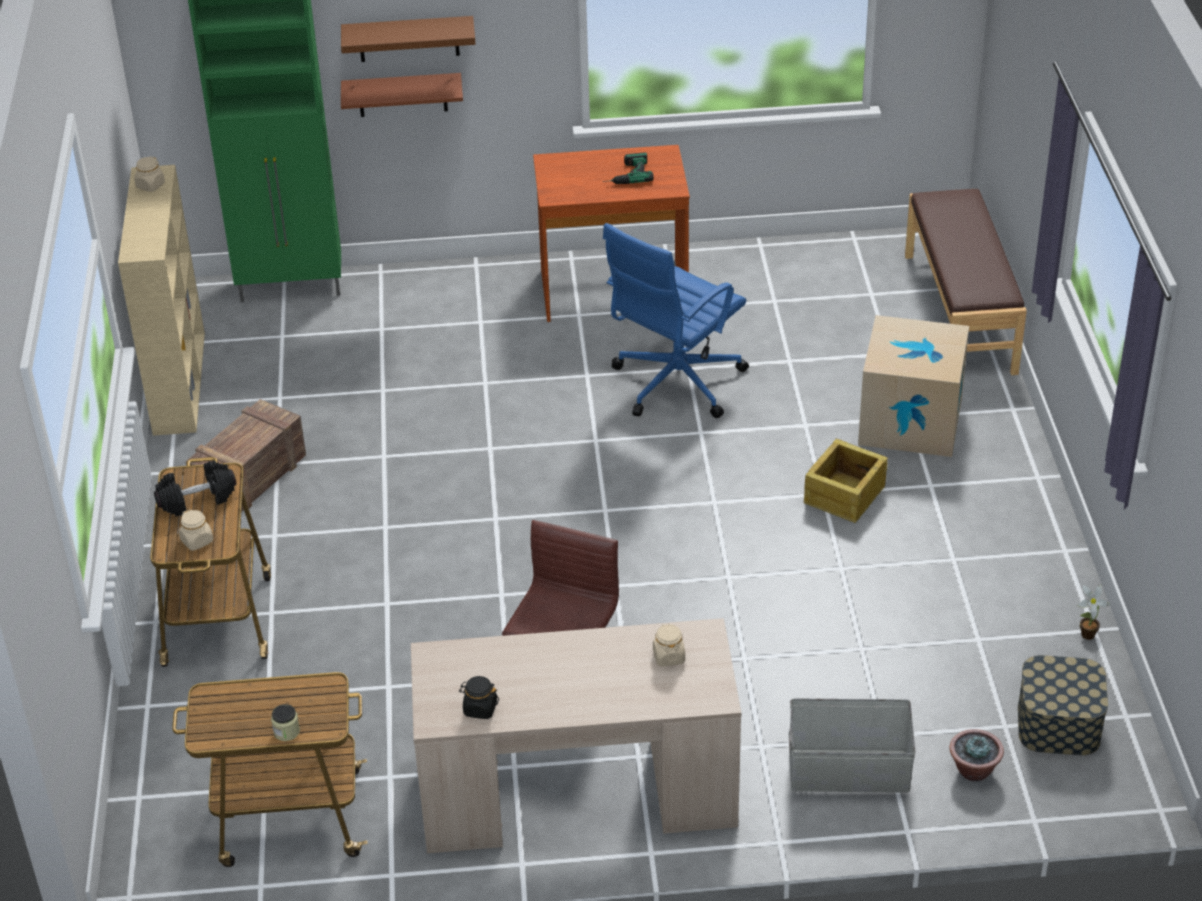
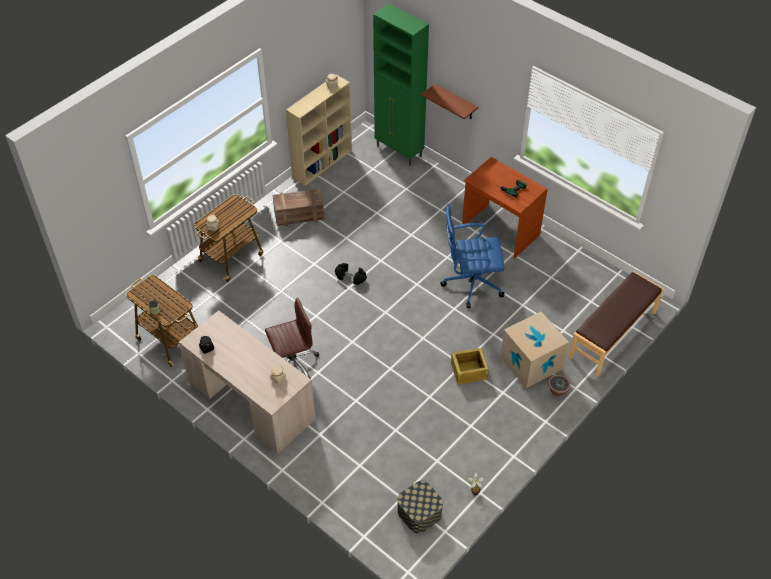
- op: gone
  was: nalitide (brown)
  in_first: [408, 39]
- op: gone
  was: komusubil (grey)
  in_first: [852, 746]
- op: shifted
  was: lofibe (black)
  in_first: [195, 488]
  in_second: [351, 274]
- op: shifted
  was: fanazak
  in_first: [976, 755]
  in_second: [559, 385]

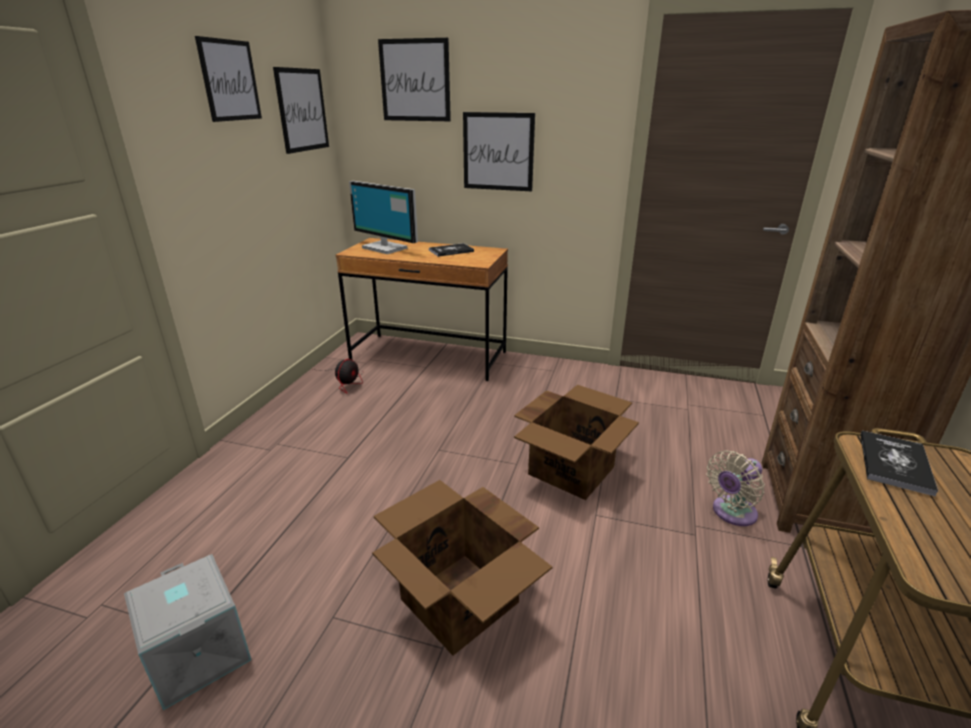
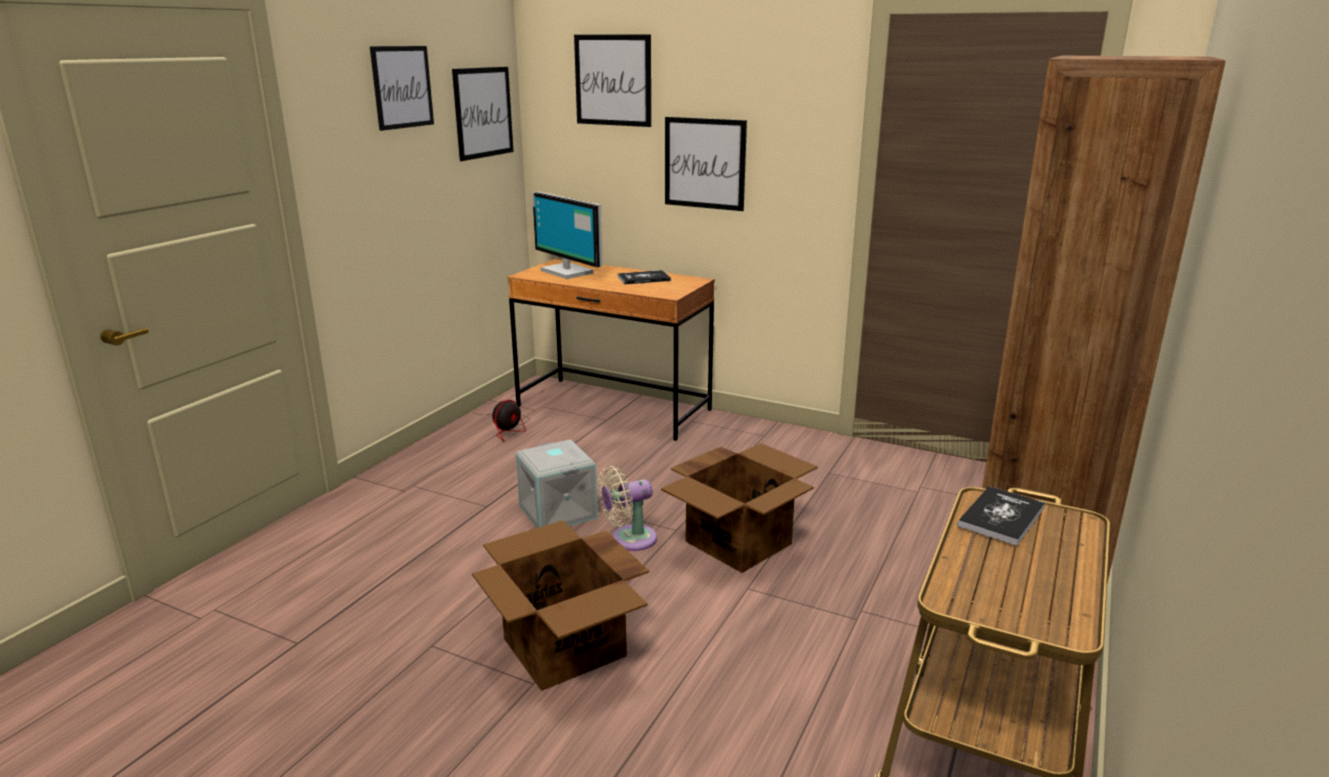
- op: shifted
  was: komusubil (grey)
  in_first: [187, 632]
  in_second: [557, 483]
- op: shifted
  was: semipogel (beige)
  in_first: [735, 488]
  in_second: [627, 508]

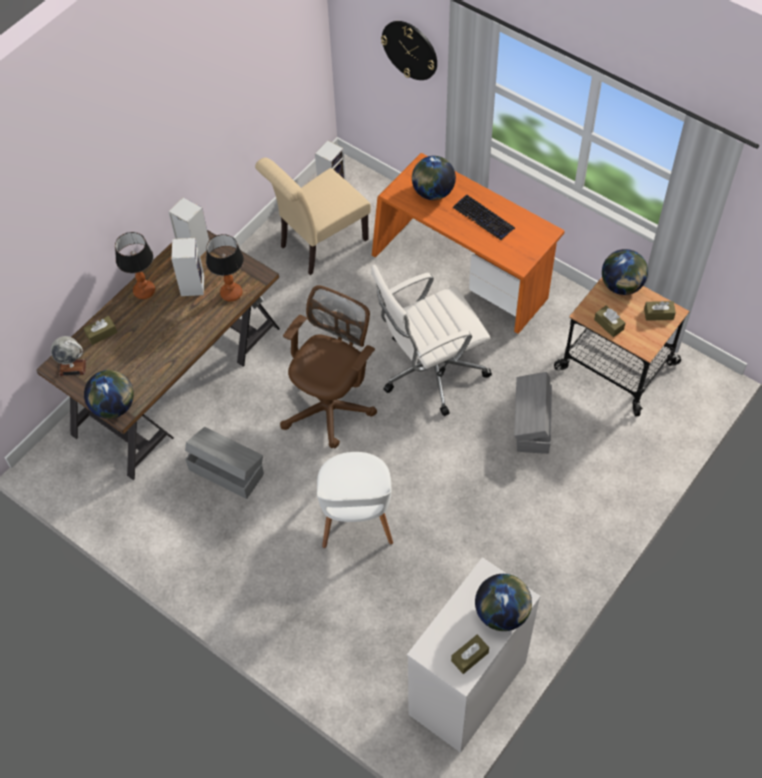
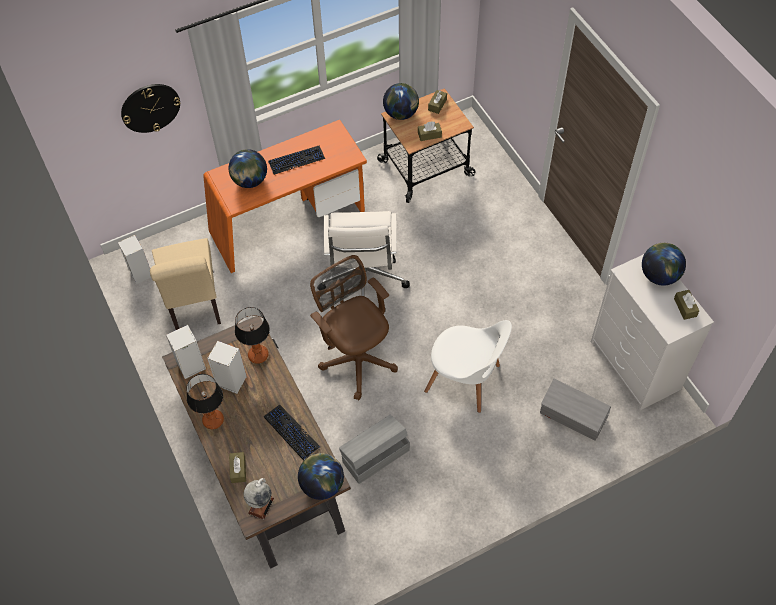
- op: new
  now: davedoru
  in_second: [292, 433]
- op: shifted
  was: komusubil (grey)
  in_first: [533, 413]
  in_second: [575, 409]

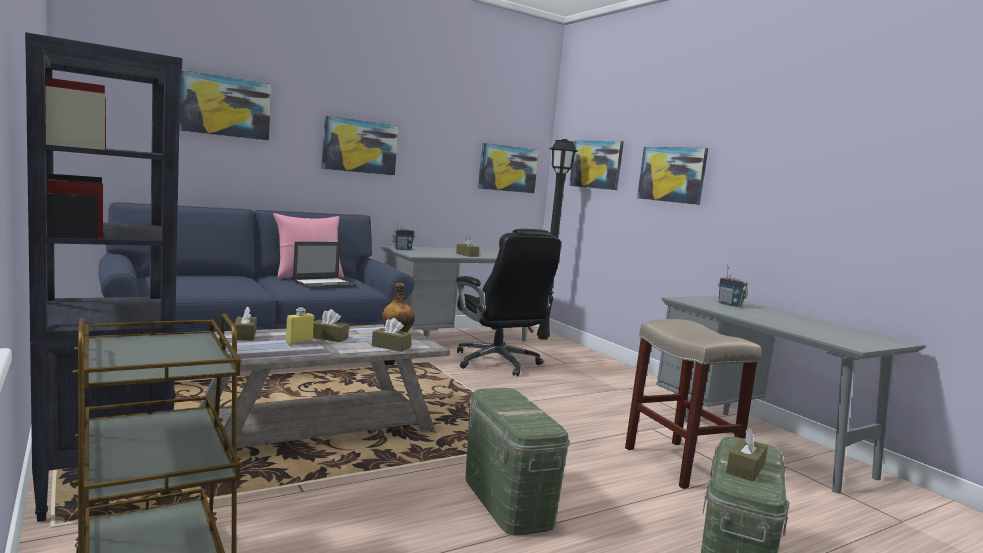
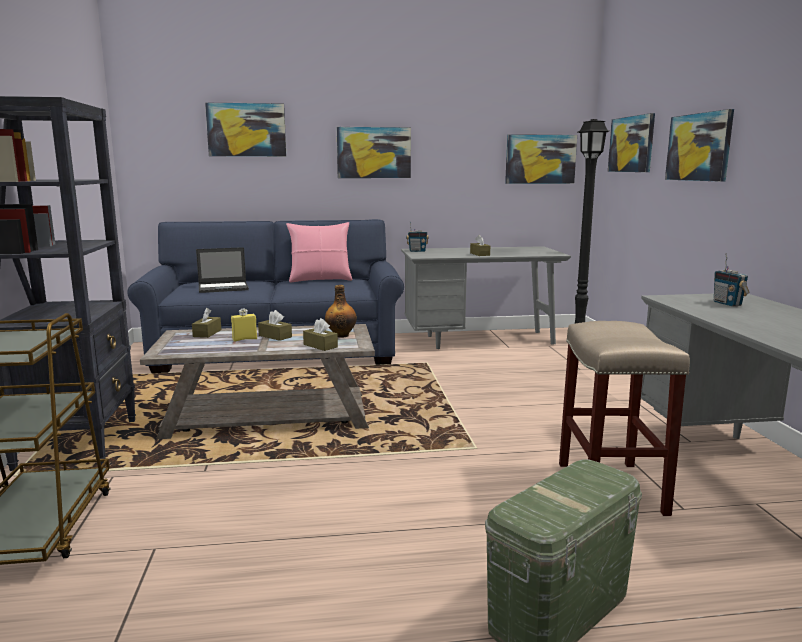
- op: gone
  was: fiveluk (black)
  in_first: [508, 303]
- op: gone
  was: komusubil (green)
  in_first: [517, 461]
- op: gone
  was: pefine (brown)
  in_first: [747, 454]
- op: shifted
  was: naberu
  in_first: [324, 265]
  in_second: [222, 270]

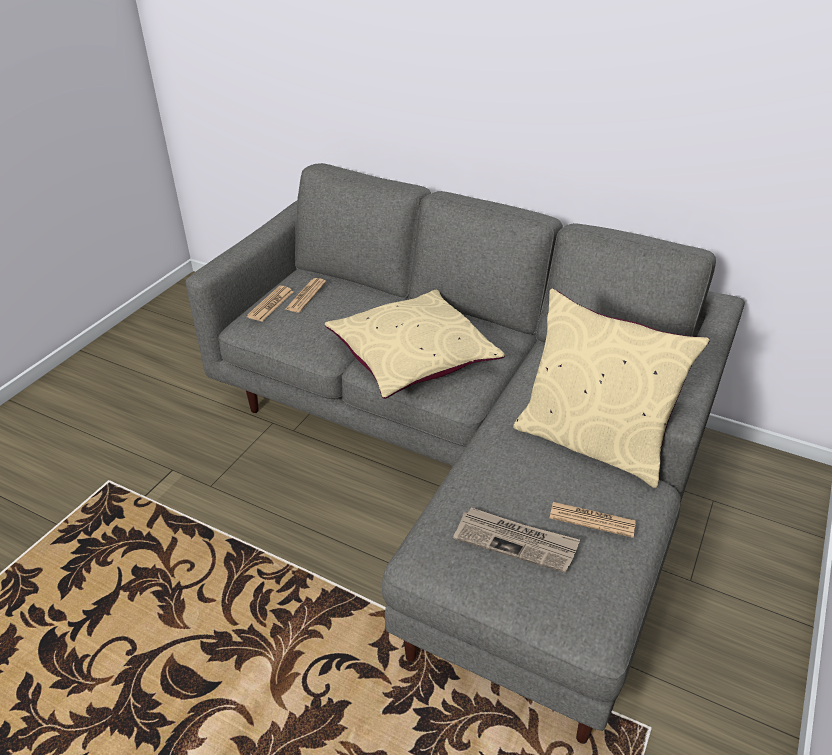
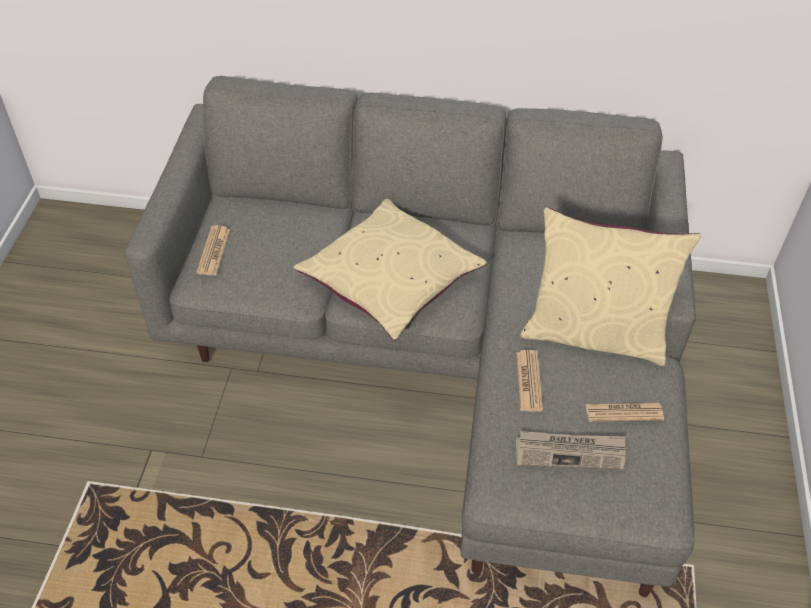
- op: shifted
  was: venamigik
  in_first: [305, 295]
  in_second: [529, 381]

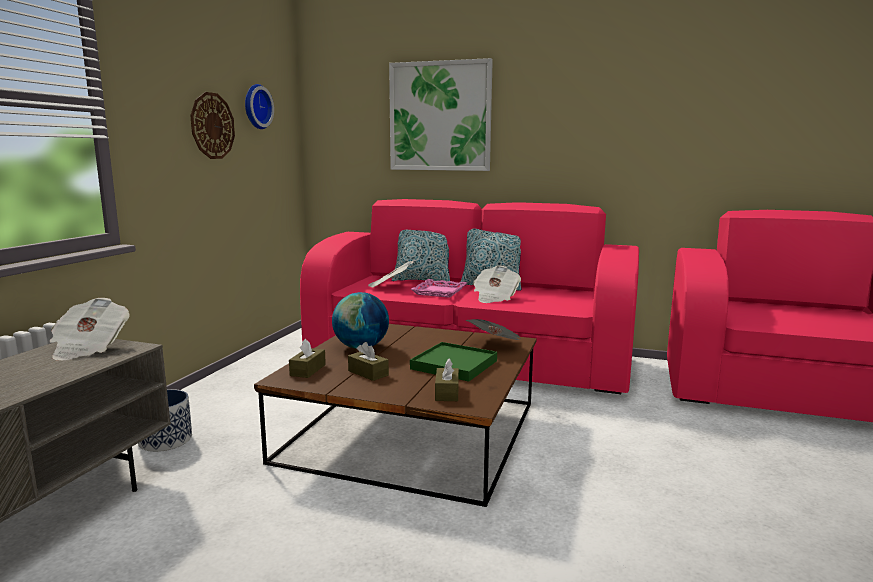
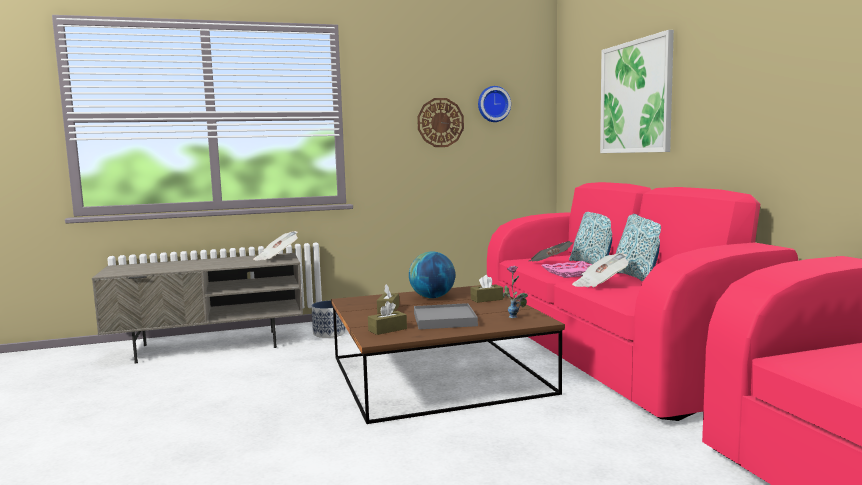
- op: shifted
  was: pefine (brown)
  in_first: [307, 358]
  in_second: [487, 289]
- op: swapped
  was: venamigik
  now: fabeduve
  in_first: [494, 329]
  in_second: [515, 292]
- op: repainted
  was: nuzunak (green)
  now: nuzunak (grey)
  in_first: [453, 362]
  in_second: [446, 316]

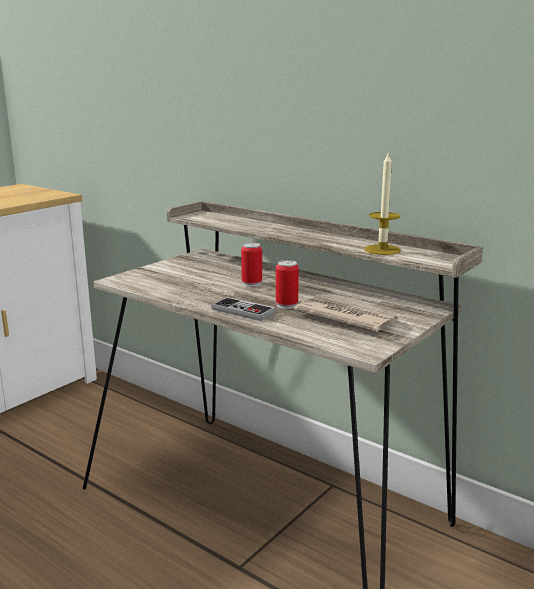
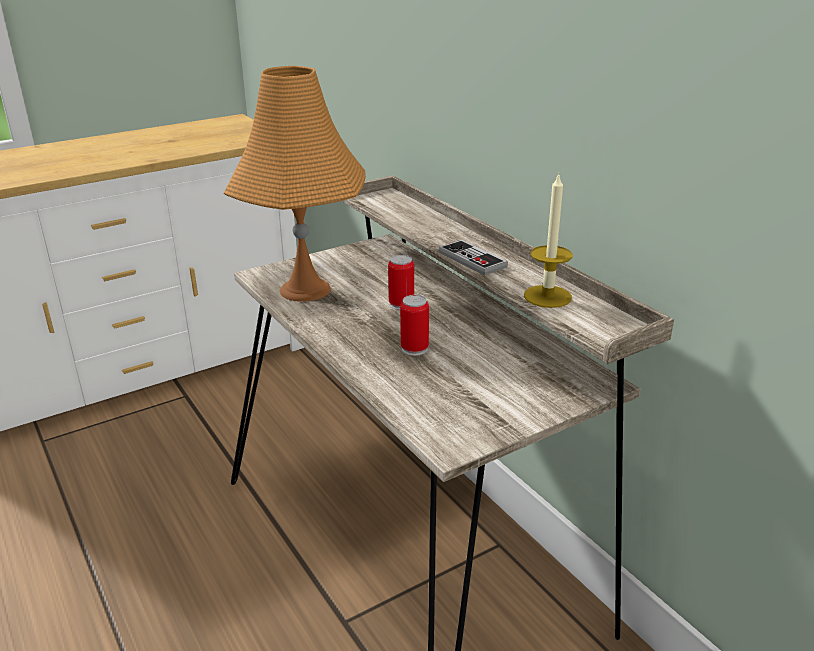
- op: gone
  was: venamigik
  in_first: [346, 314]
- op: new
  now: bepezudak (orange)
  in_second: [295, 184]
- op: shifted
  was: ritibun
  in_first: [243, 309]
  in_second: [473, 258]

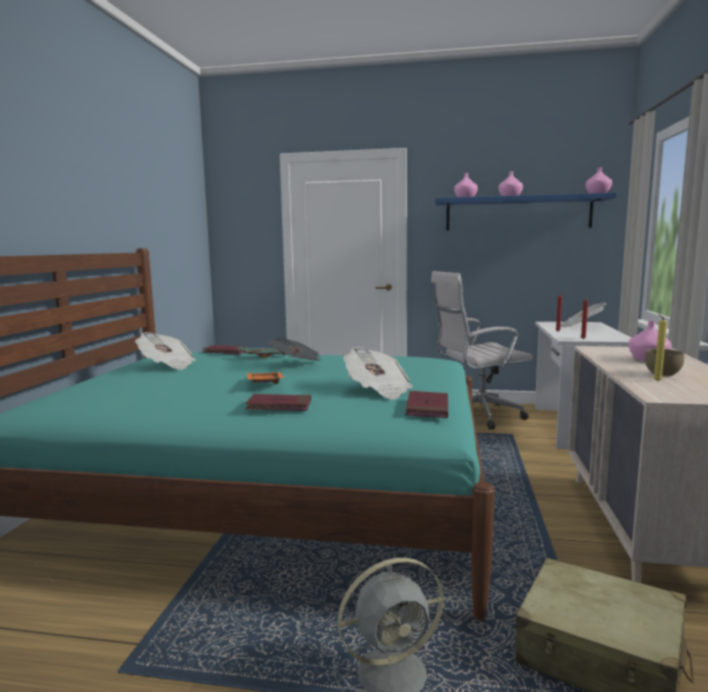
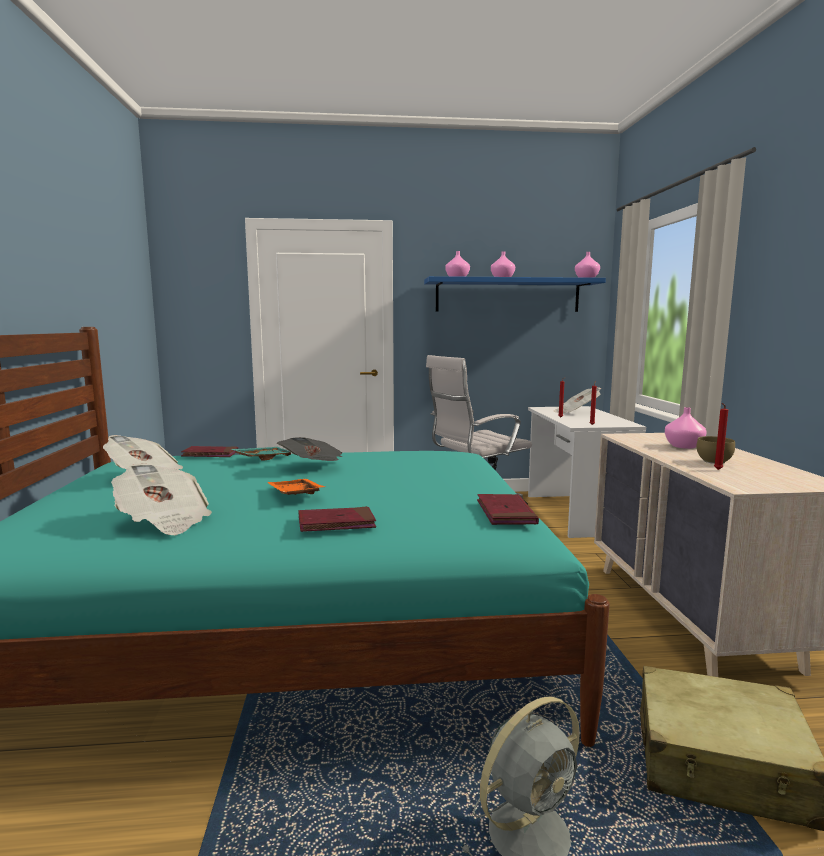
- op: shifted
  was: venamigik
  in_first: [378, 373]
  in_second: [161, 499]
- op: repainted
  was: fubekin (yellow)
  now: fubekin (red)
  in_first: [660, 347]
  in_second: [721, 436]

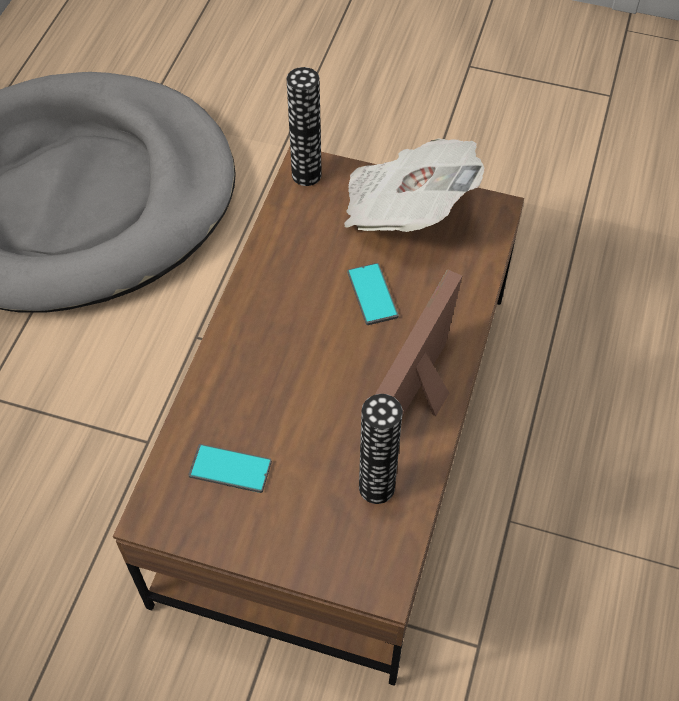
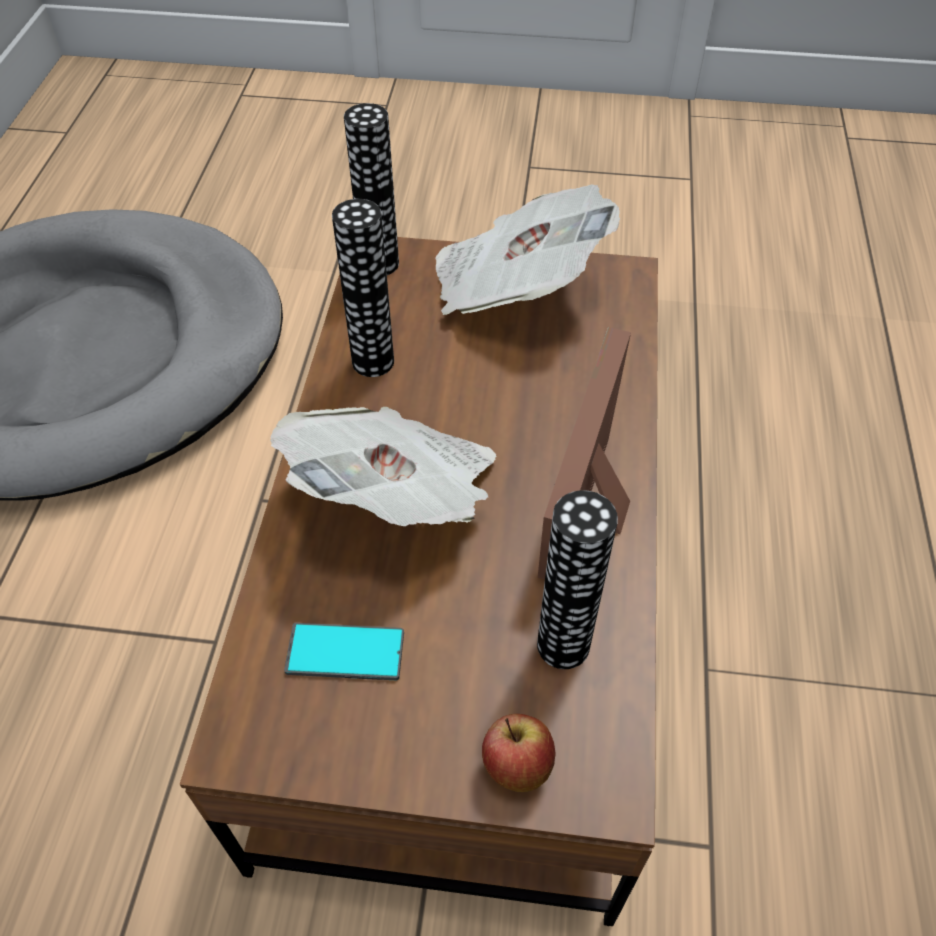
- op: gone
  was: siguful
  in_first: [373, 294]
- op: new
  now: venamigik
  in_second: [383, 466]
- op: new
  now: fabeduve
  in_second: [363, 288]
- op: new
  now: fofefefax
  in_second: [519, 753]

